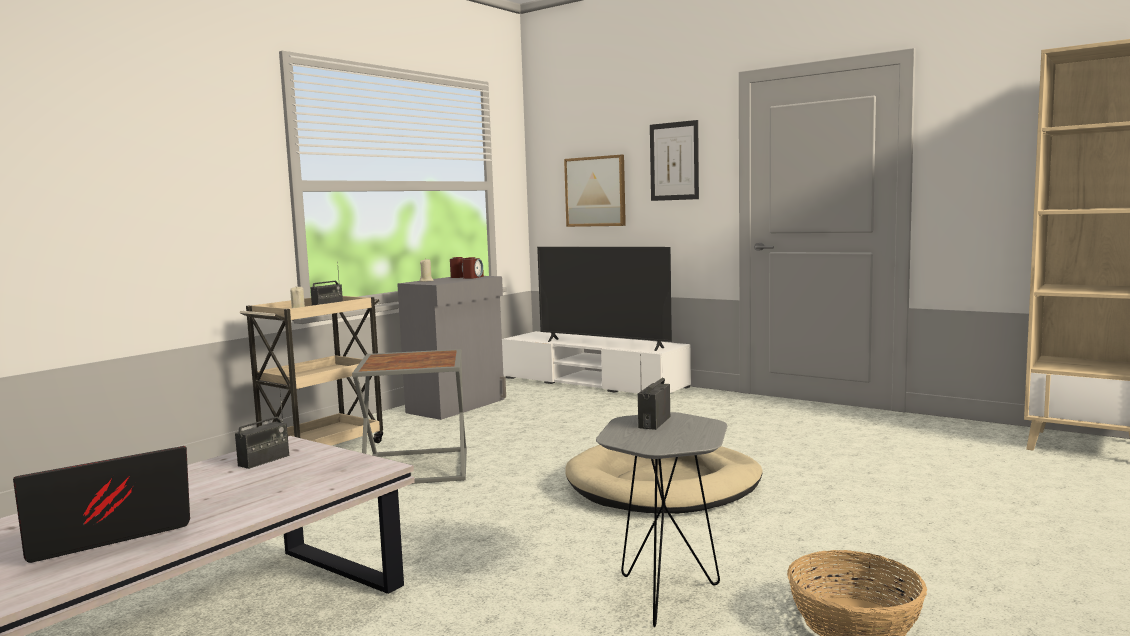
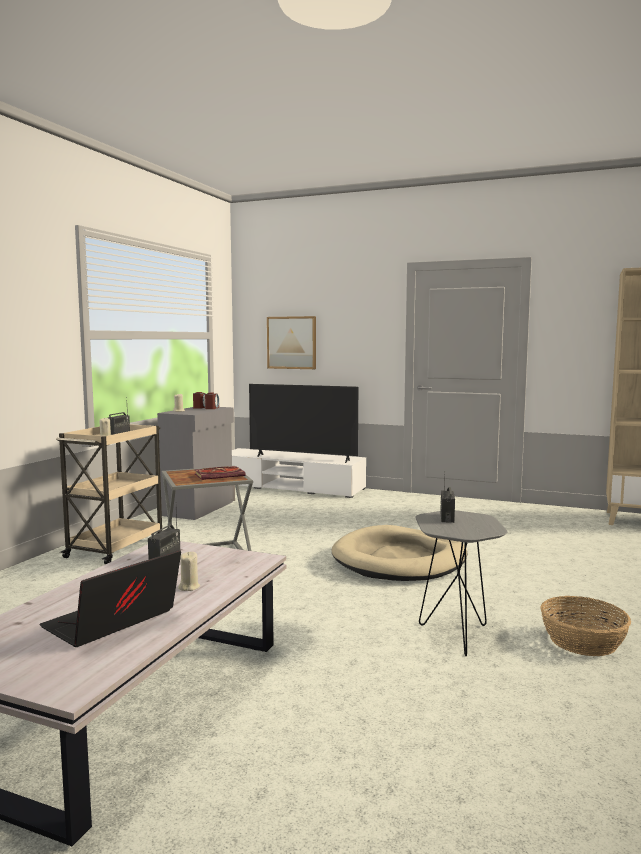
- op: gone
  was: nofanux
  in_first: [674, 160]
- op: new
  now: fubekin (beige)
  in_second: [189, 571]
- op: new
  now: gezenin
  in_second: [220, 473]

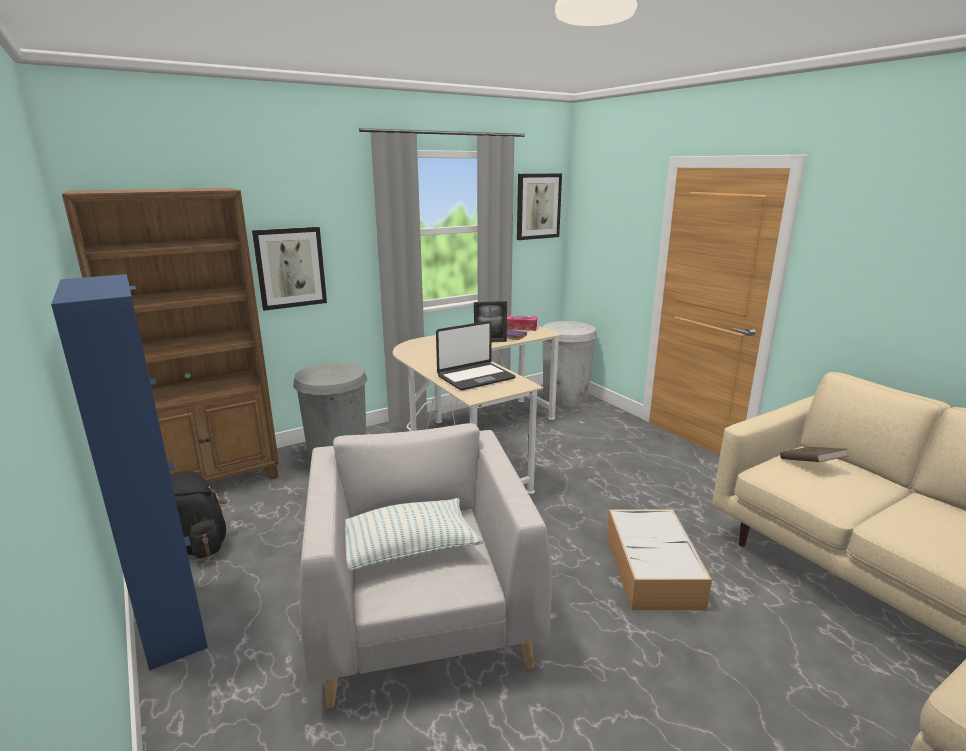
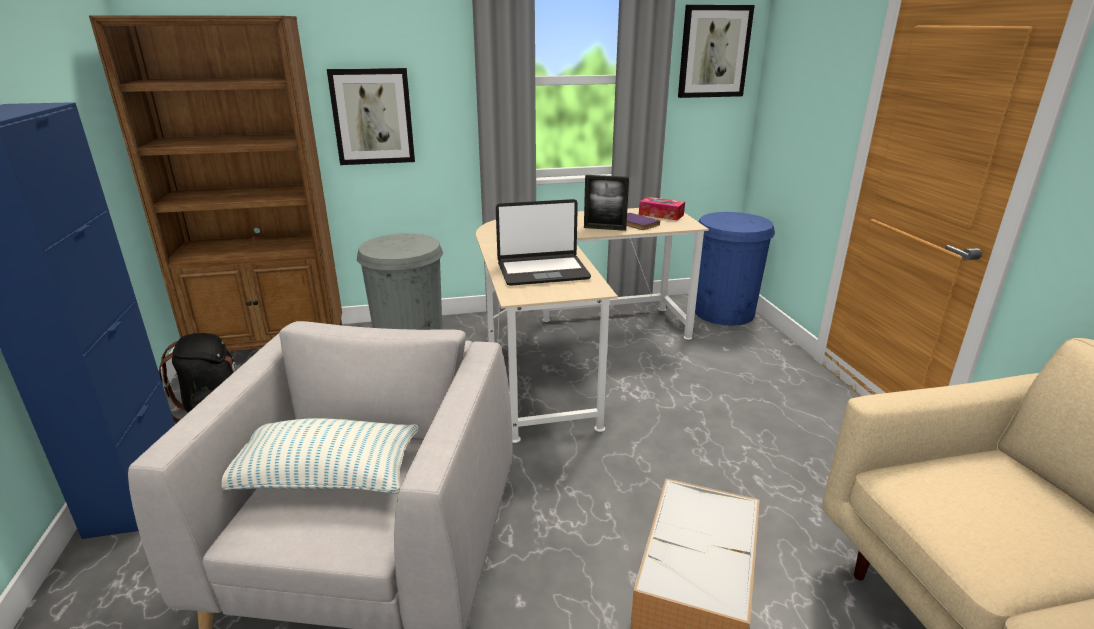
- op: gone
  was: gezenin (brown)
  in_first: [814, 454]
- op: repainted
  was: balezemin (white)
  now: balezemin (blue)
  in_first: [570, 363]
  in_second: [735, 269]

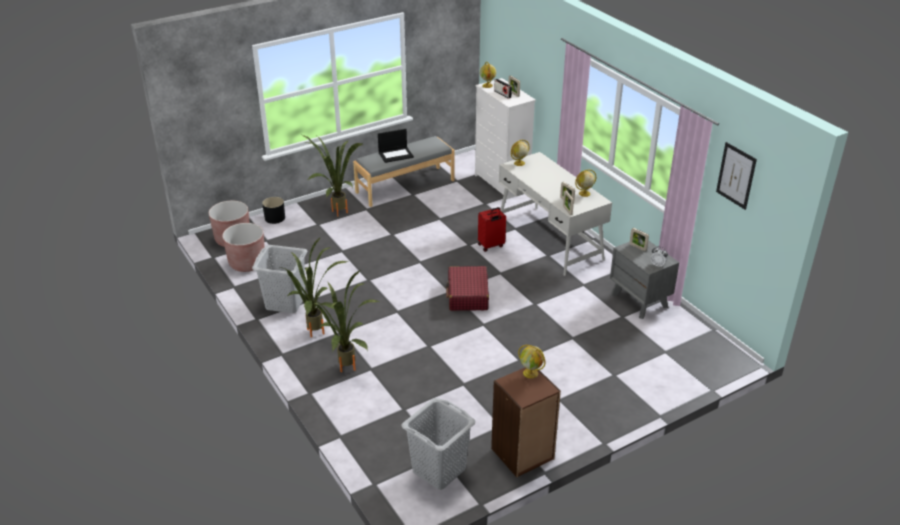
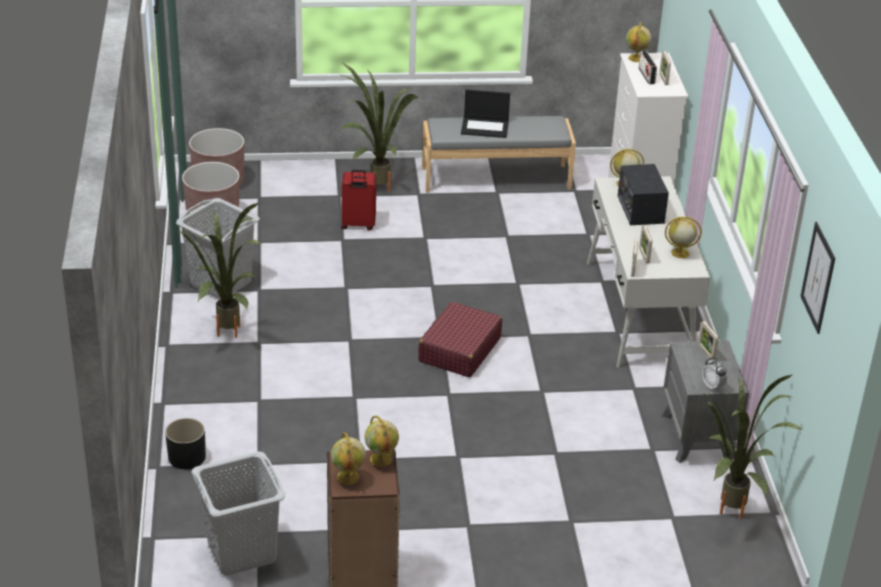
- op: new
  now: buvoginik
  in_second: [348, 458]
- op: new
  now: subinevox
  in_second: [643, 194]
- op: shifted
  was: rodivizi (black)
  in_first: [273, 210]
  in_second: [185, 443]
- op: shifted
  was: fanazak
  in_first: [346, 321]
  in_second: [752, 447]
- op: shifted
  was: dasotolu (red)
  in_first: [492, 229]
  in_second: [358, 200]

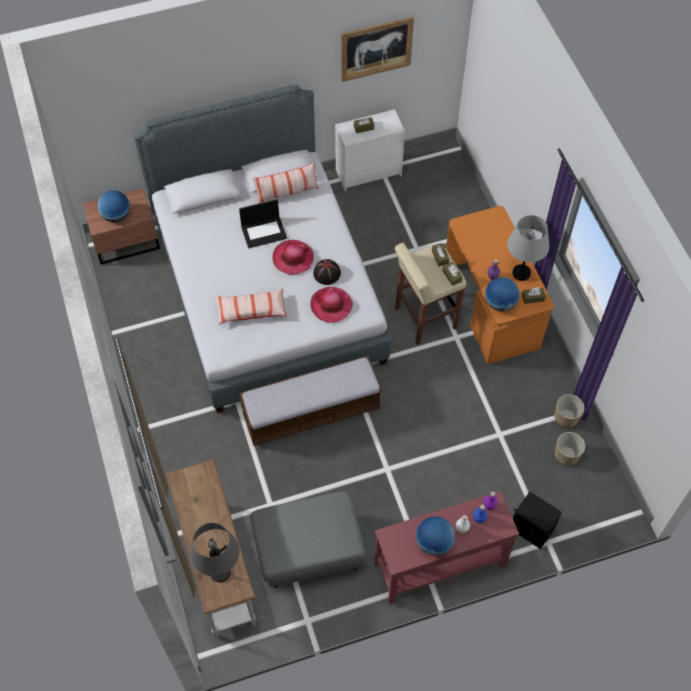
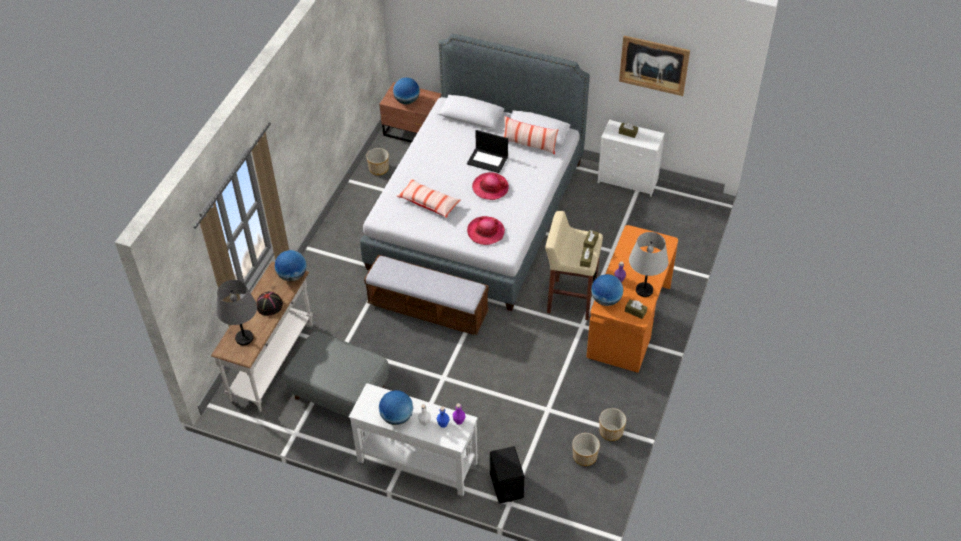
- op: new
  now: buvoginik
  in_second: [290, 265]
- op: new
  now: rodivizi
  in_second: [377, 161]
- op: shifted
  was: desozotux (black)
  in_first: [327, 272]
  in_second: [270, 303]
- op: repainted
  was: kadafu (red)
  now: kadafu (white)
  in_first: [446, 547]
  in_second: [413, 439]

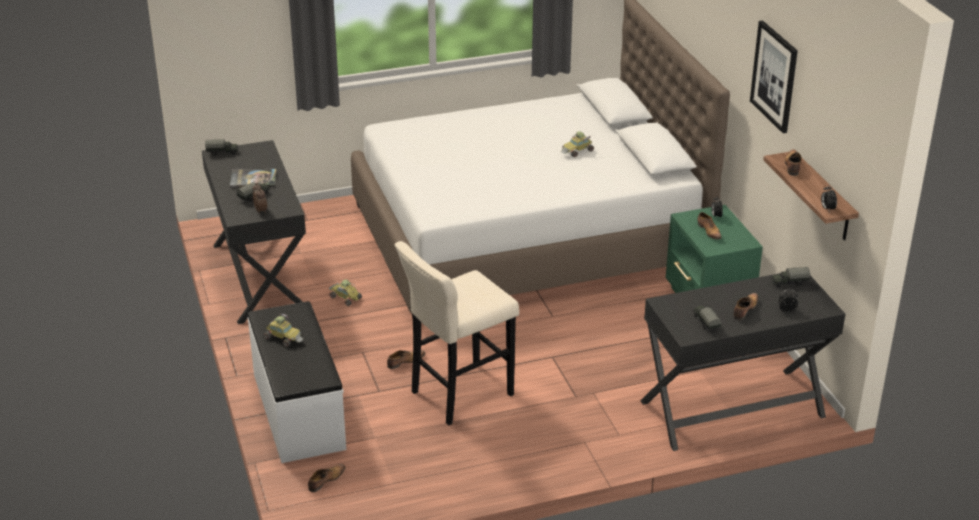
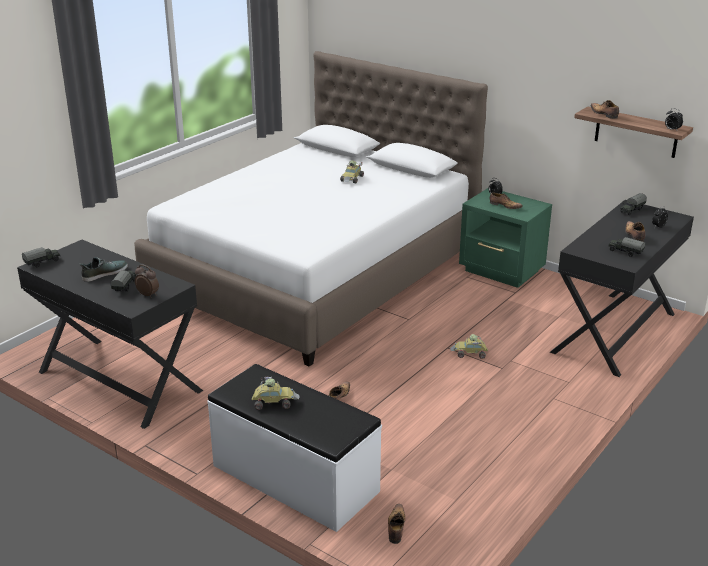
- op: gone
  was: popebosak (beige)
  in_first: [457, 333]
- op: gone
  was: nofanux
  in_first: [774, 76]
- op: shifted
  was: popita
  in_first: [345, 293]
  in_second: [469, 346]
- op: swapped
  was: gezenin
  now: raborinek
  in_first: [253, 178]
  in_second: [104, 269]

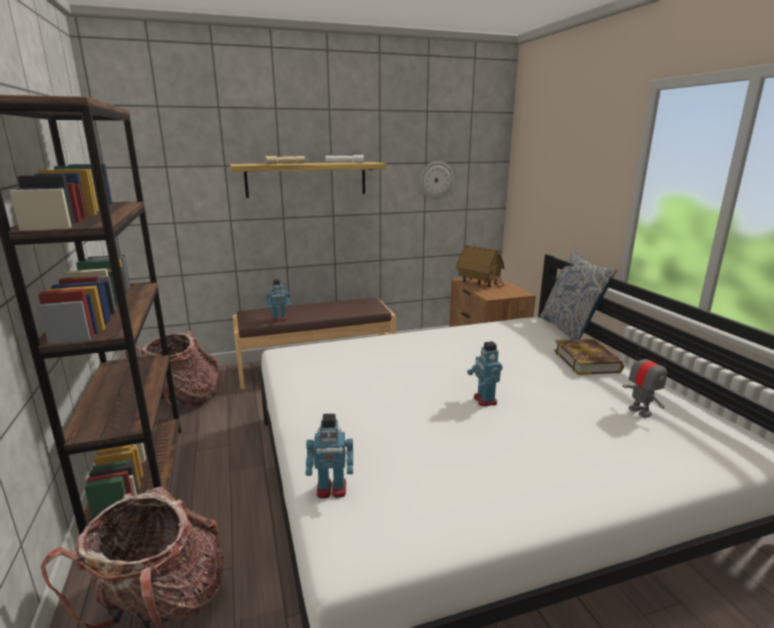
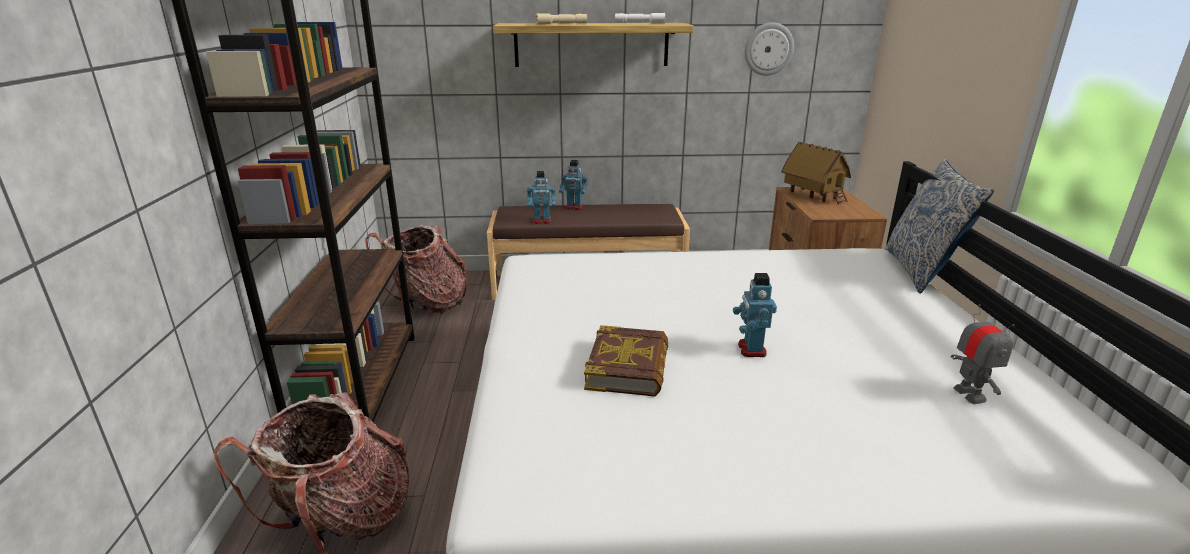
- op: shifted
  was: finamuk
  in_first: [329, 456]
  in_second: [573, 185]
- op: shifted
  was: gezenin
  in_first: [589, 357]
  in_second: [626, 361]

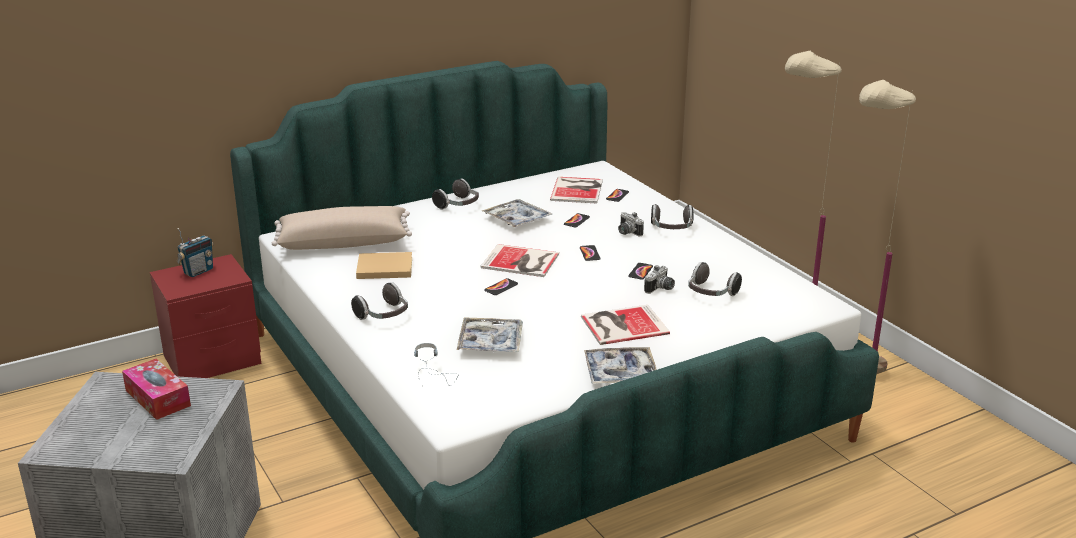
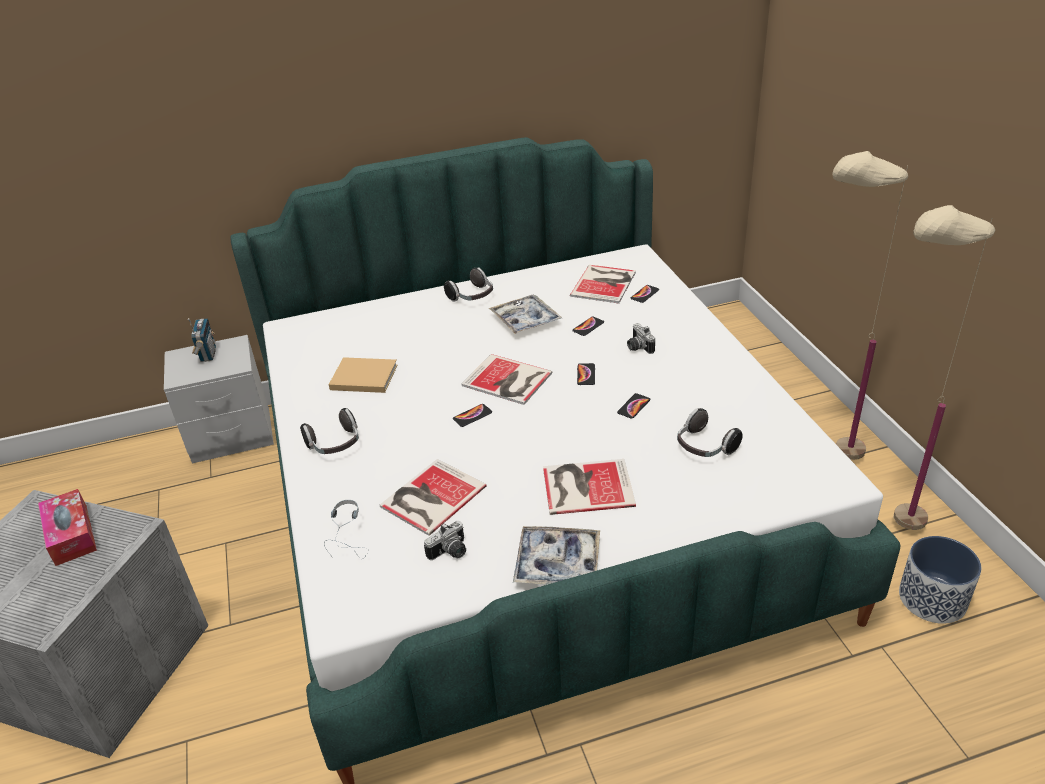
- op: gone
  was: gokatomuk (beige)
  in_first: [342, 228]
- op: gone
  was: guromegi
  in_first: [672, 216]
- op: new
  now: rodivizi
  in_second: [940, 580]
- op: shifted
  was: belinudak
  in_first: [659, 279]
  in_second: [445, 540]
- op: swapped
  was: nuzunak
  now: gezenin
  in_first: [490, 334]
  in_second: [433, 497]
- op: repainted
  was: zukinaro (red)
  now: zukinaro (grey)
  in_first: [205, 316]
  in_second: [219, 399]
- op: rotated
  was: subinevox
  in_first: [195, 252]
  in_second: [202, 340]
  clockwise: -60

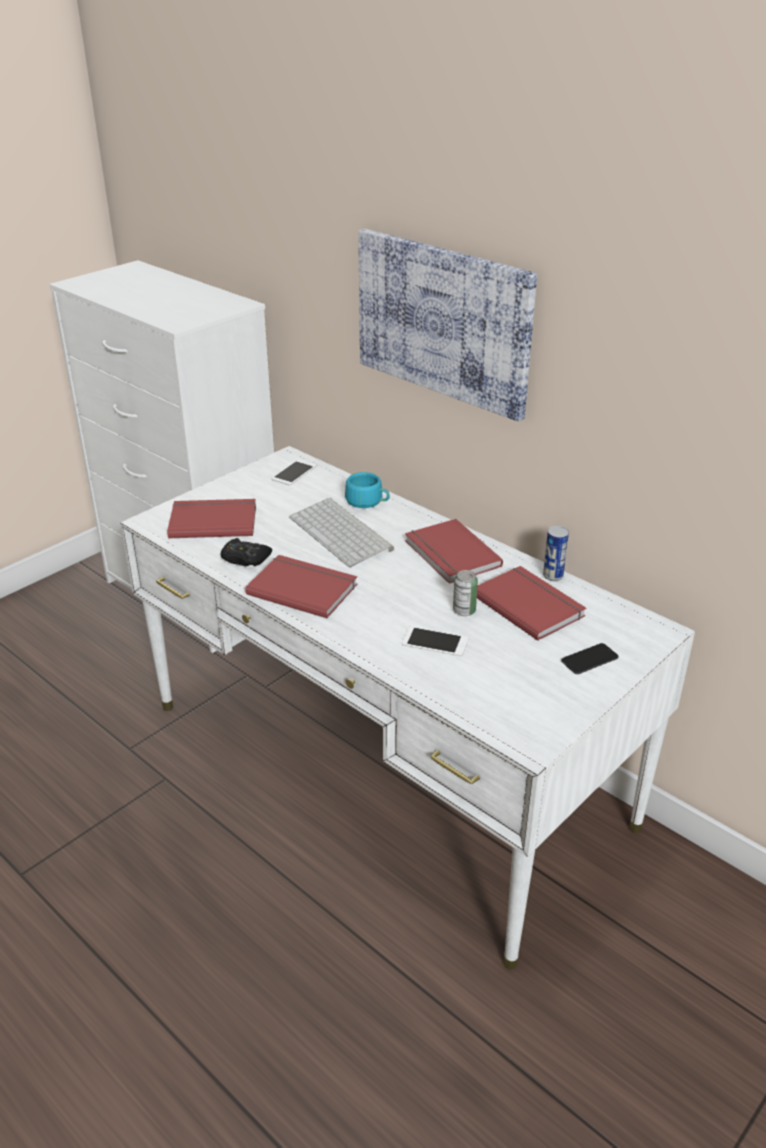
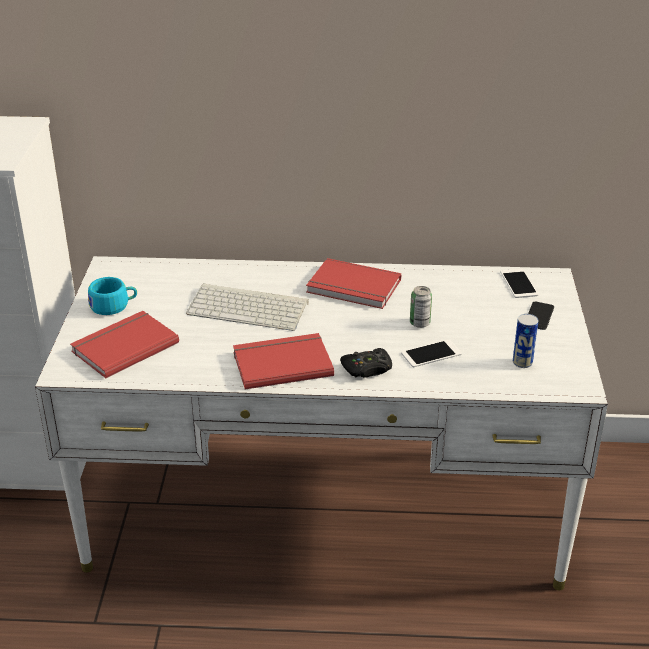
- op: gone
  was: nofanux
  in_first: [447, 325]
- op: gone
  was: gezenin (red)
  in_first: [531, 603]
- op: shifted
  was: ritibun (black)
  in_first: [246, 552]
  in_second: [366, 363]
- op: shifted
  was: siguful
  in_first: [294, 472]
  in_second: [519, 283]
- op: shifted
  was: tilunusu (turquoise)
  in_first: [367, 490]
  in_second: [112, 296]
- op: shifted
  was: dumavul
  in_first: [556, 553]
  in_second: [526, 341]

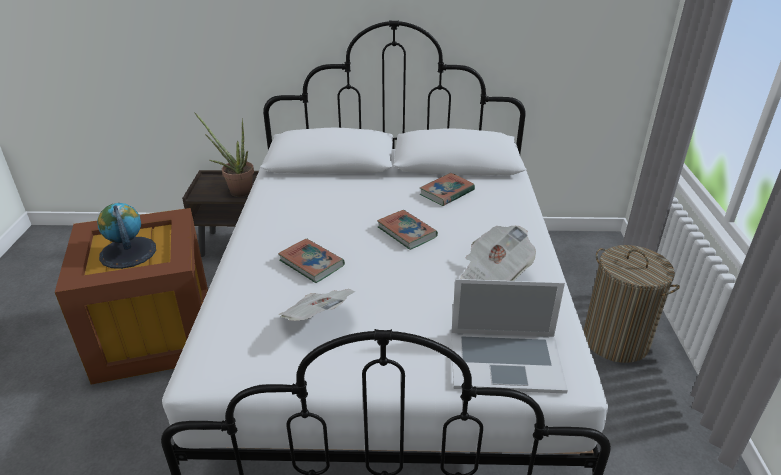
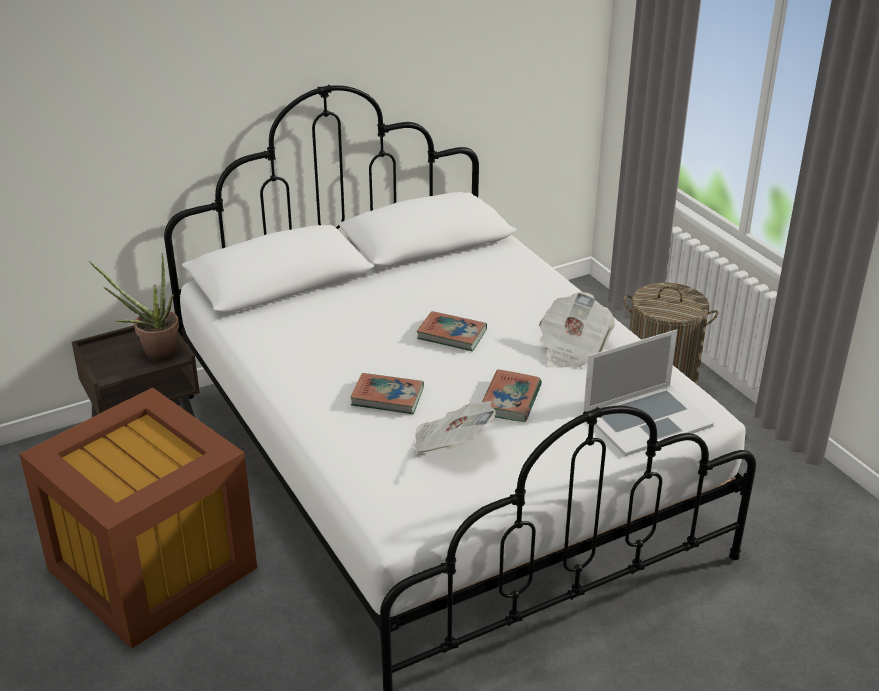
- op: gone
  was: buvoginik
  in_first: [126, 236]
- op: shifted
  was: gezenin
  in_first: [447, 189]
  in_second: [512, 395]

